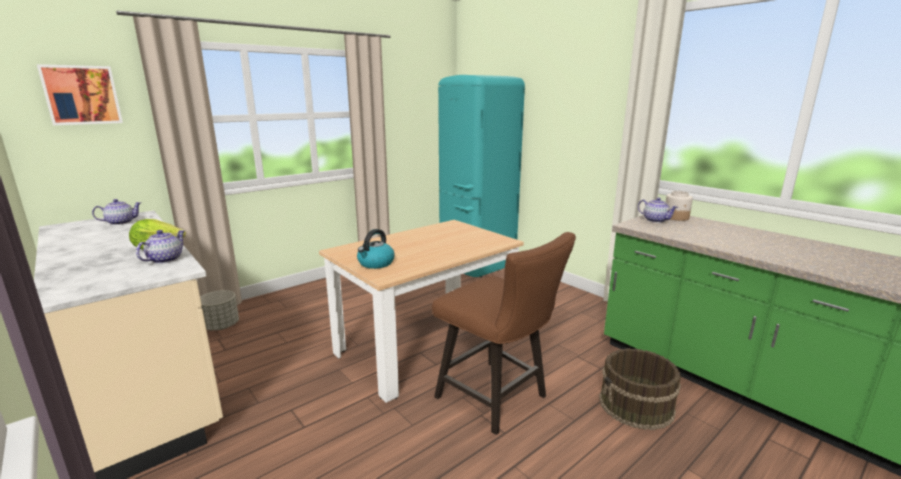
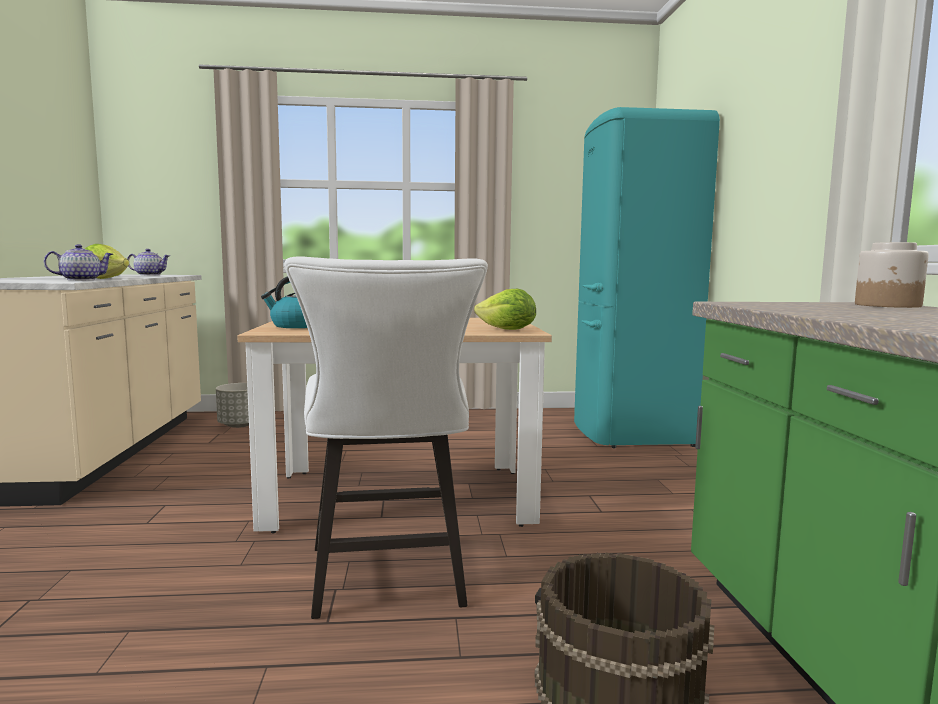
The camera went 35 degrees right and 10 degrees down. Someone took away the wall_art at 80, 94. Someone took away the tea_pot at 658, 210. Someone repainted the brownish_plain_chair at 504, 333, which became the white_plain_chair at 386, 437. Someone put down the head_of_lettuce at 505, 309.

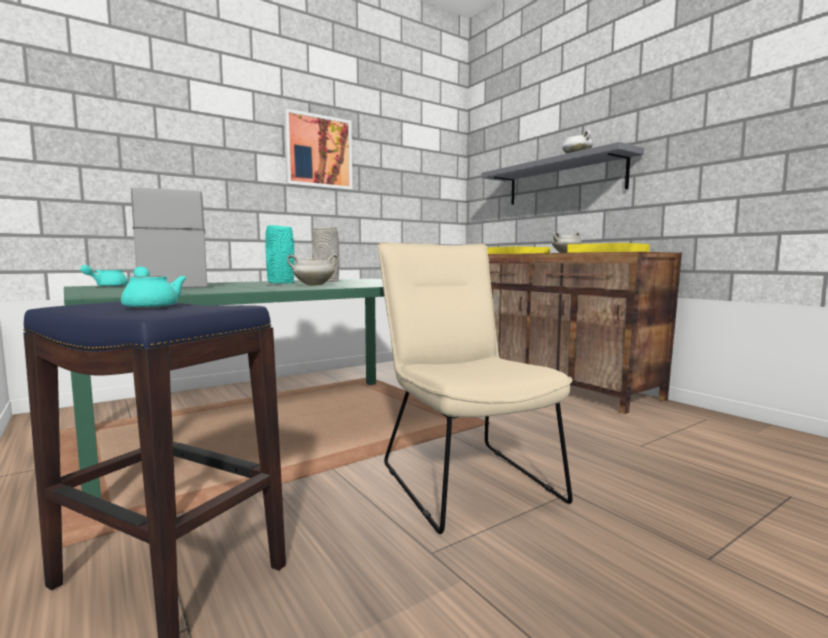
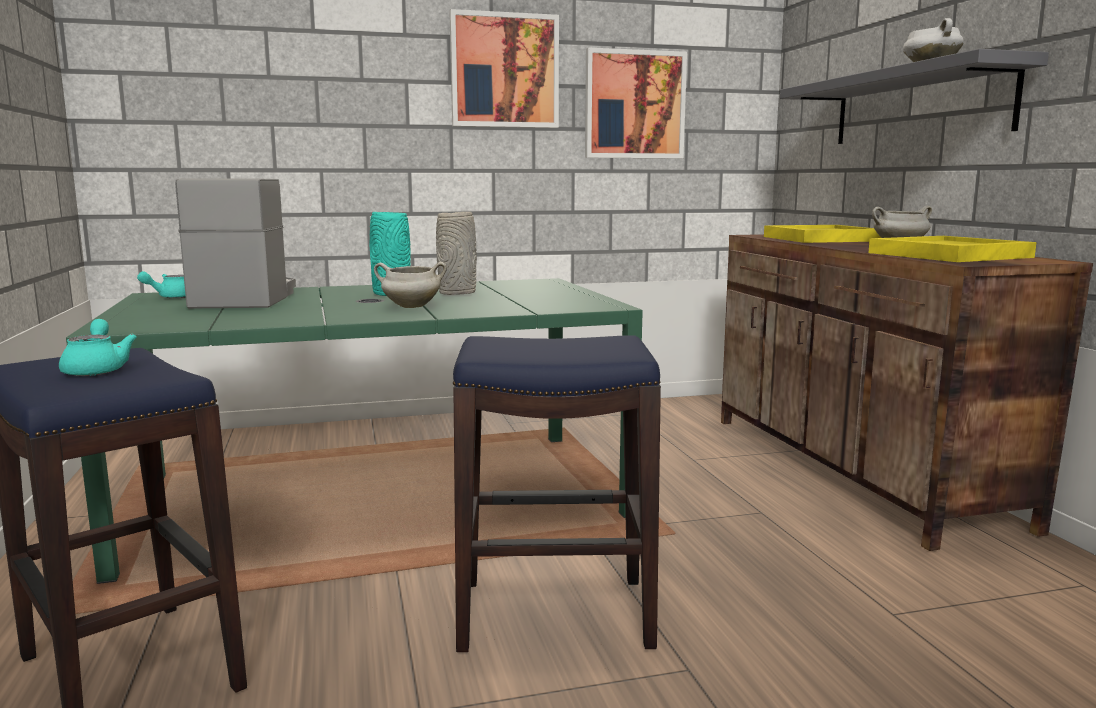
The camera went 20 degrees right and 5 degrees up. Someone swapped the beige_plain_chair at 475, 388 for the sitting_stool at 557, 493. Someone put up the wall_art at 636, 103.

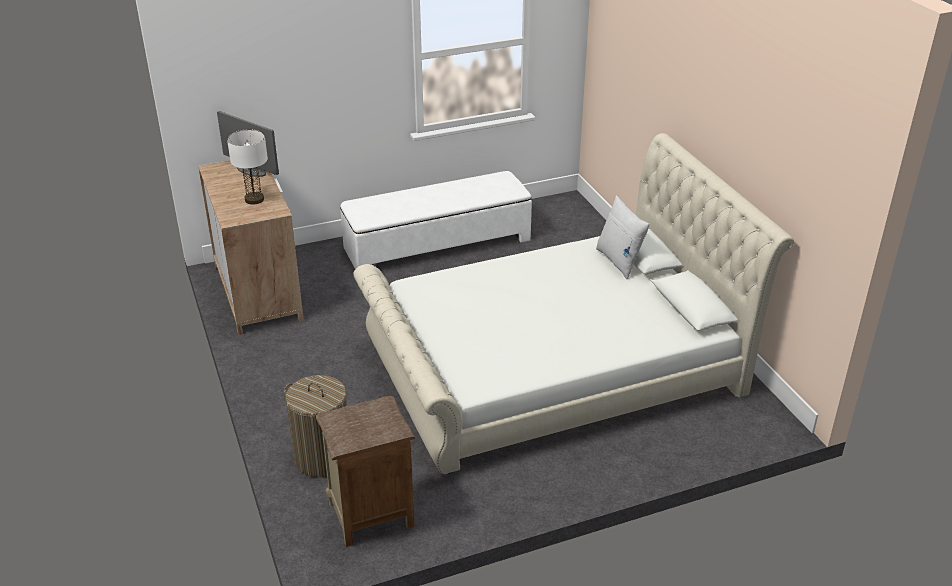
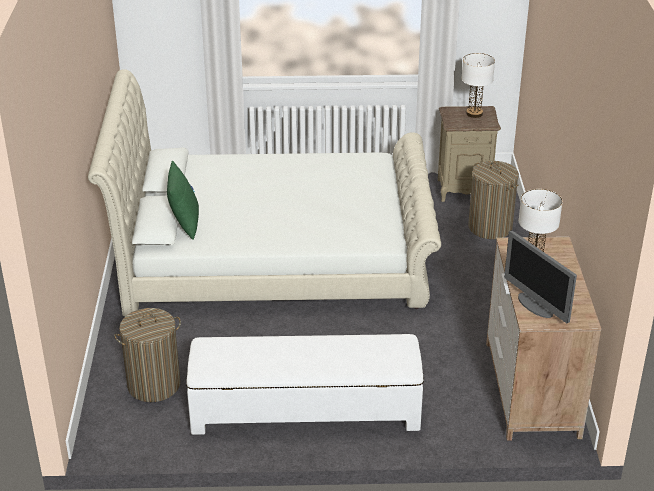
The camera went 160 degrees left and 0 degrees up. Someone repainted the grey_cushion at 622, 237, which became the green_cushion at 183, 200. Someone put down the lamp_for_a_table at 478, 85. Someone put down the laundry_basket at 147, 355.

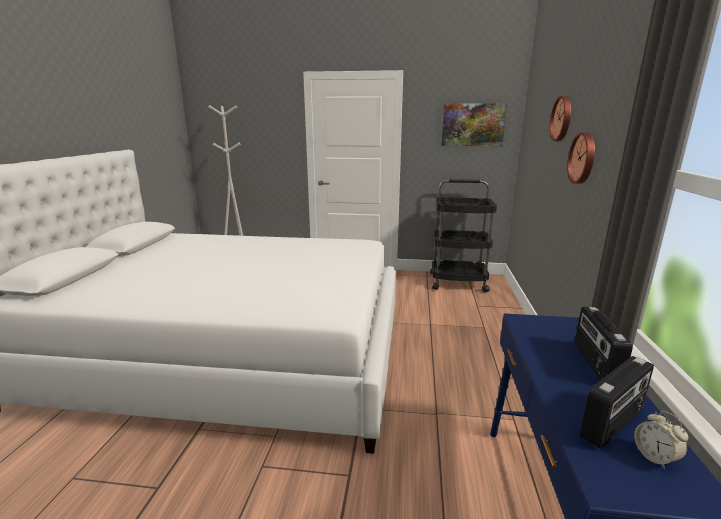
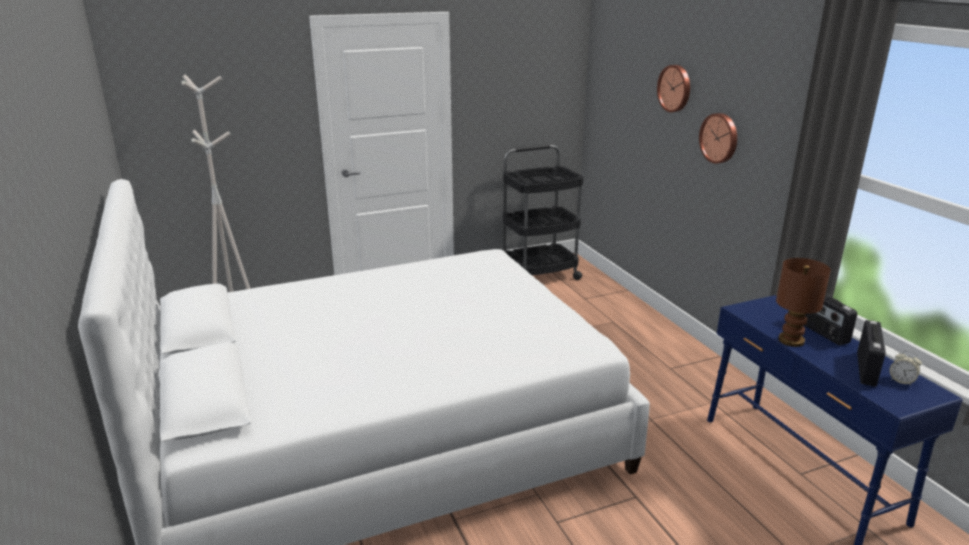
The camera went 30 degrees left and 5 degrees up. Someone took away the wall_art at 474, 124. Someone put down the brownish_lamp_for_a_table at 803, 302.

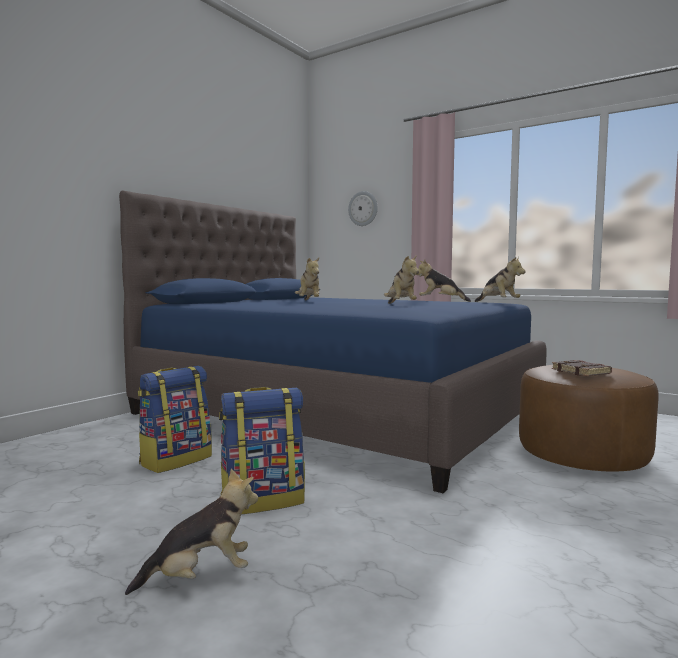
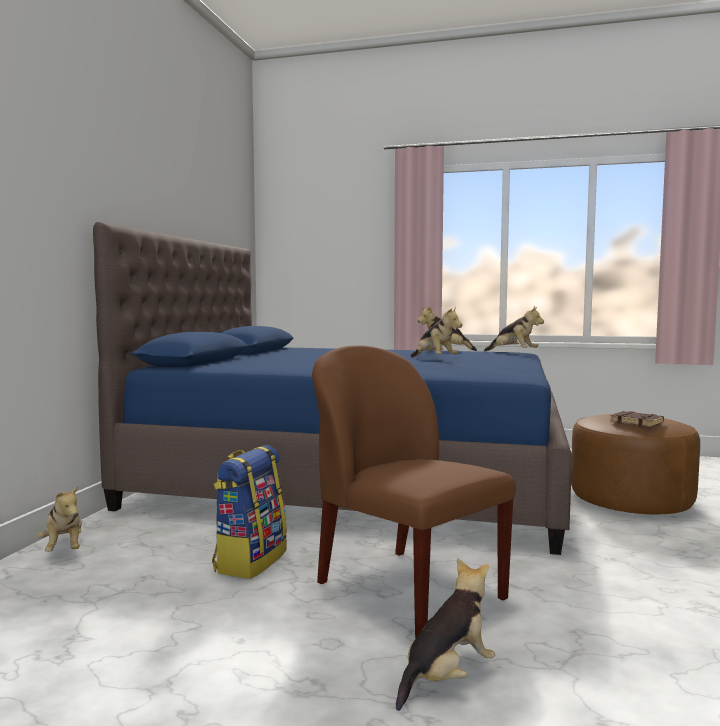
The camera went 20 degrees left and 0 degrees up. Someone took away the wall_clock at 363, 208. Someone carried the cuddly_toy from 307, 279 to 60, 518. Someone swapped the knapsack at 262, 451 for the brownish_plain_chair at 414, 492.

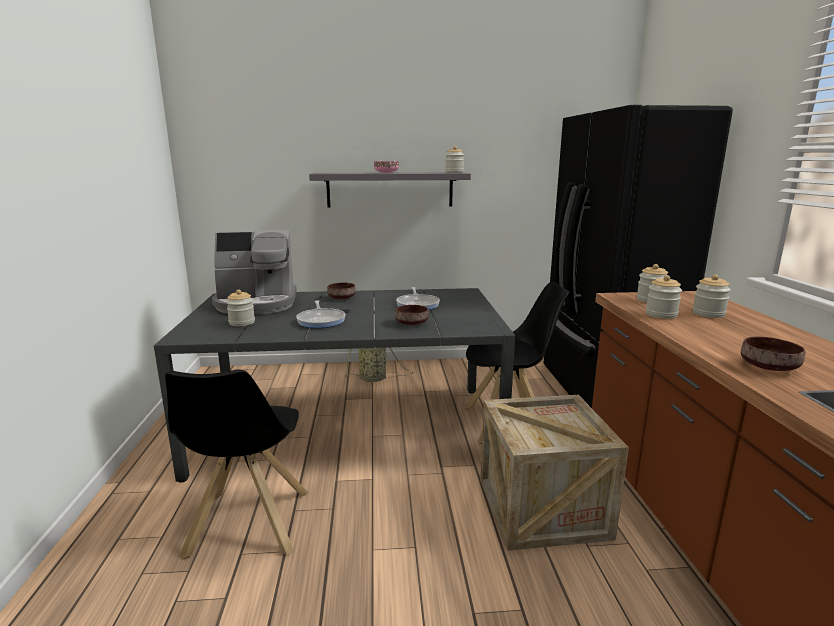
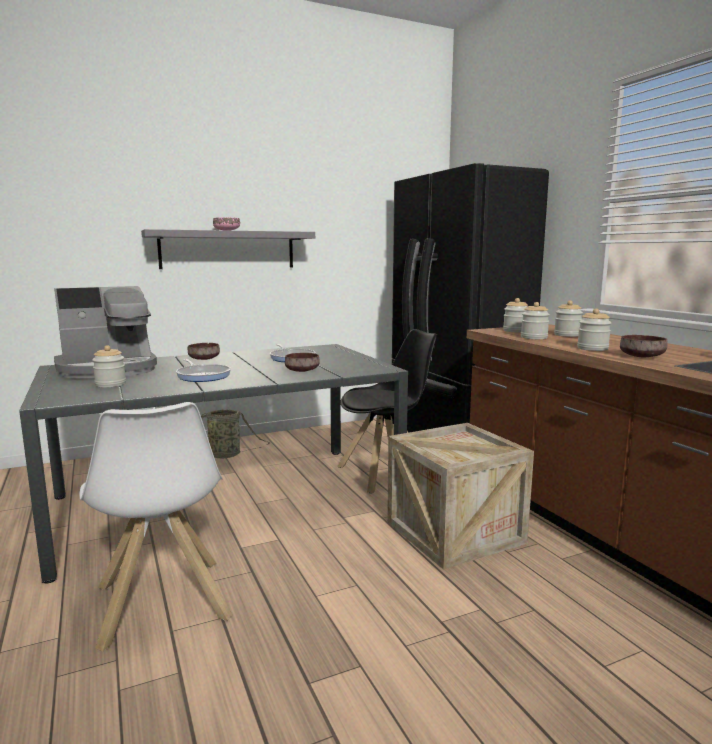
The camera went 20 degrees left and 5 degrees down. Someone carried the preserve_jar from 454, 159 to 594, 330. Someone repainted the black_plain_chair at 236, 465, which became the white_plain_chair at 156, 526.

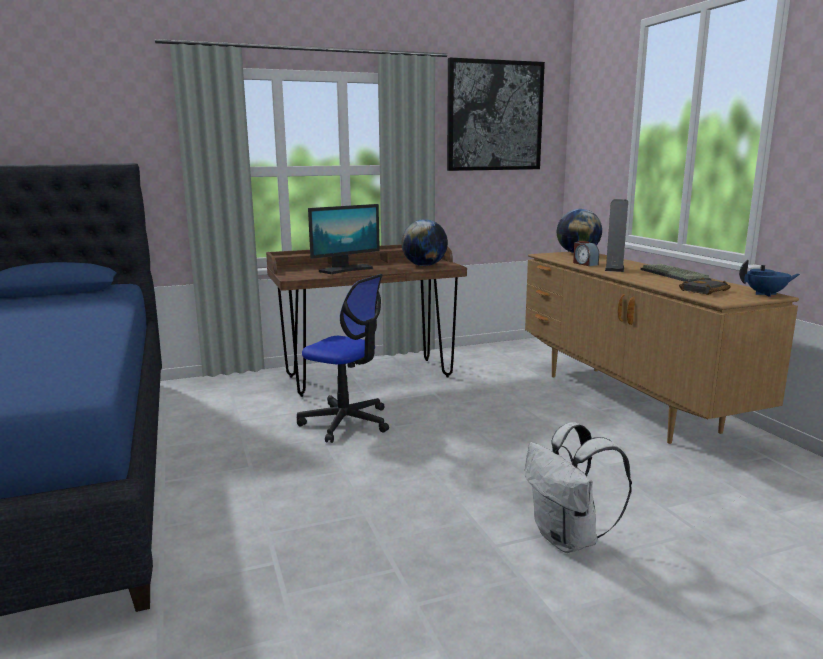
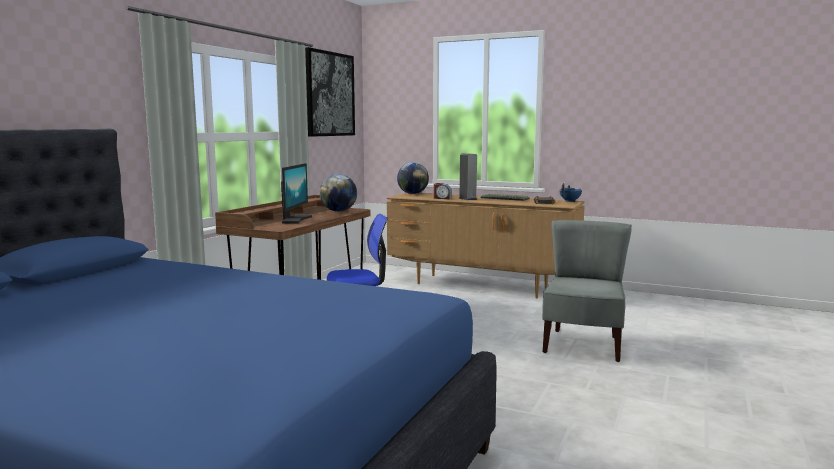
The camera went 45 degrees left and 5 degrees down. Someone swapped the white_knapsack at 578, 487 for the grey_plain_chair at 587, 291.

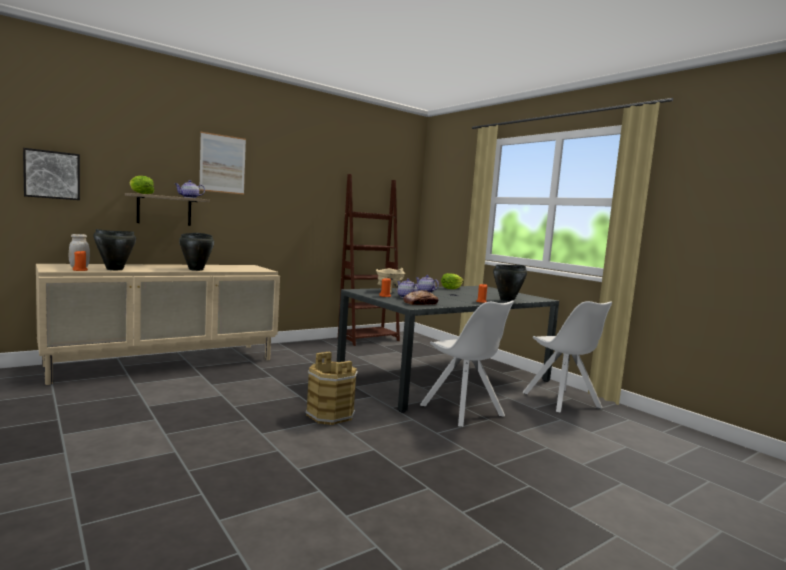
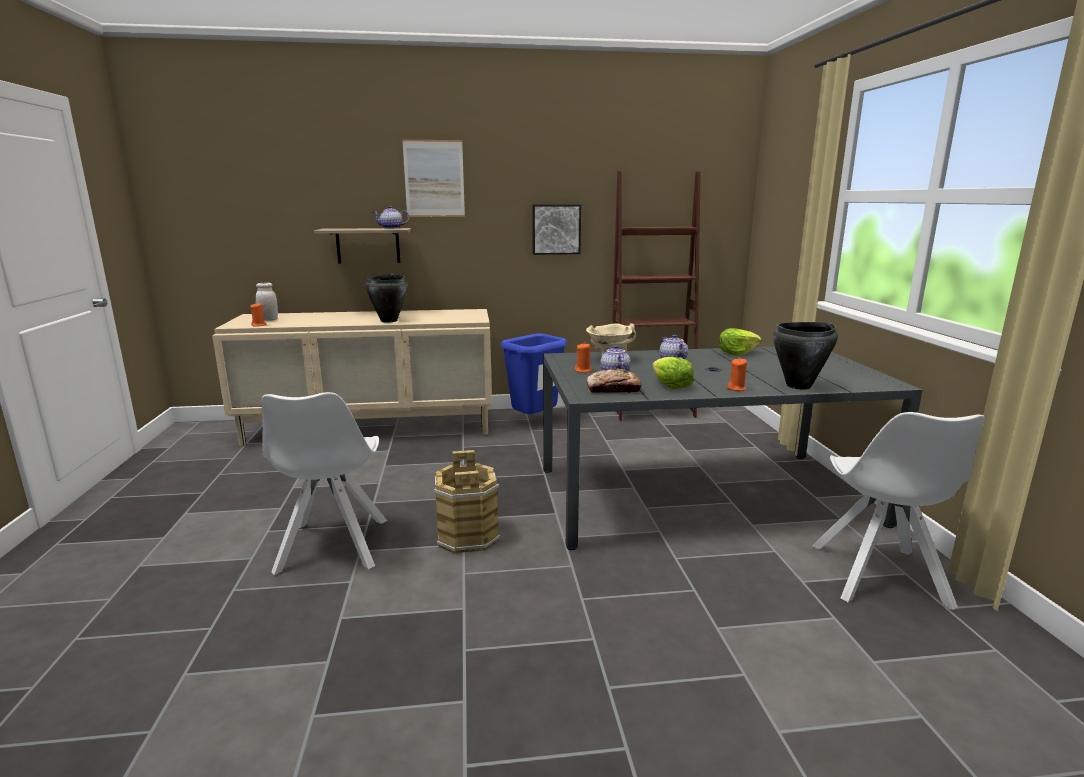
The camera went 30 degrees right and 10 degrees up. Someone carried the wall_art from 51, 174 to 556, 229. Someone carried the head_of_lettuce from 142, 185 to 673, 373. Someone took away the black_saucepot at 115, 249. Someone carried the white_plain_chair from 467, 364 to 324, 483. Someone put down the blue_waste_bin at 534, 377.

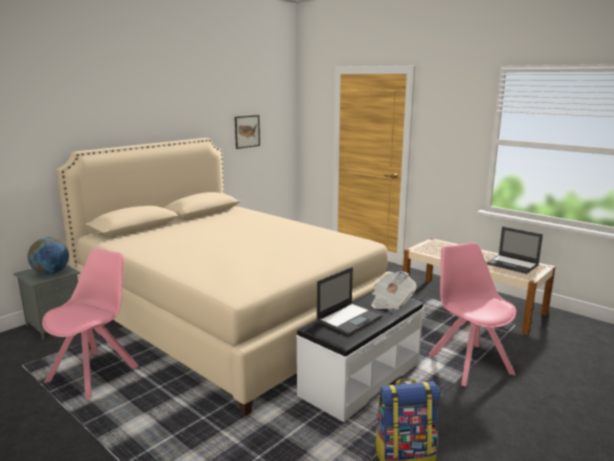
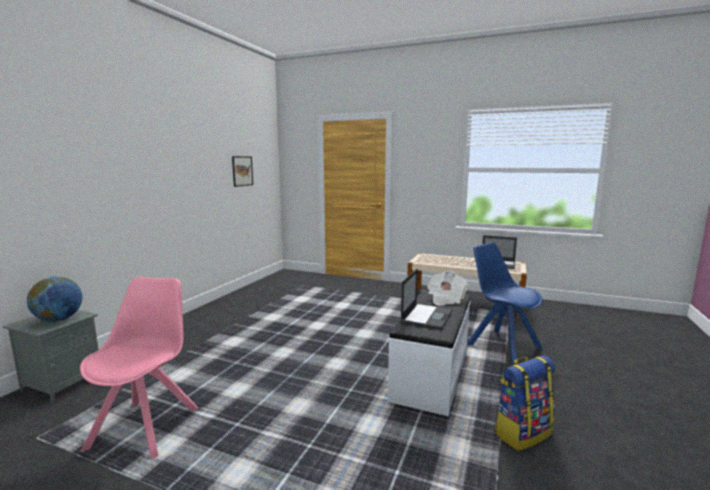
The camera went 20 degrees left and 5 degrees down. Someone took away the beige_sleeping_bed at 224, 277. Someone repainted the pinkish_plain_chair at 472, 314, which became the blue_plain_chair at 505, 303.

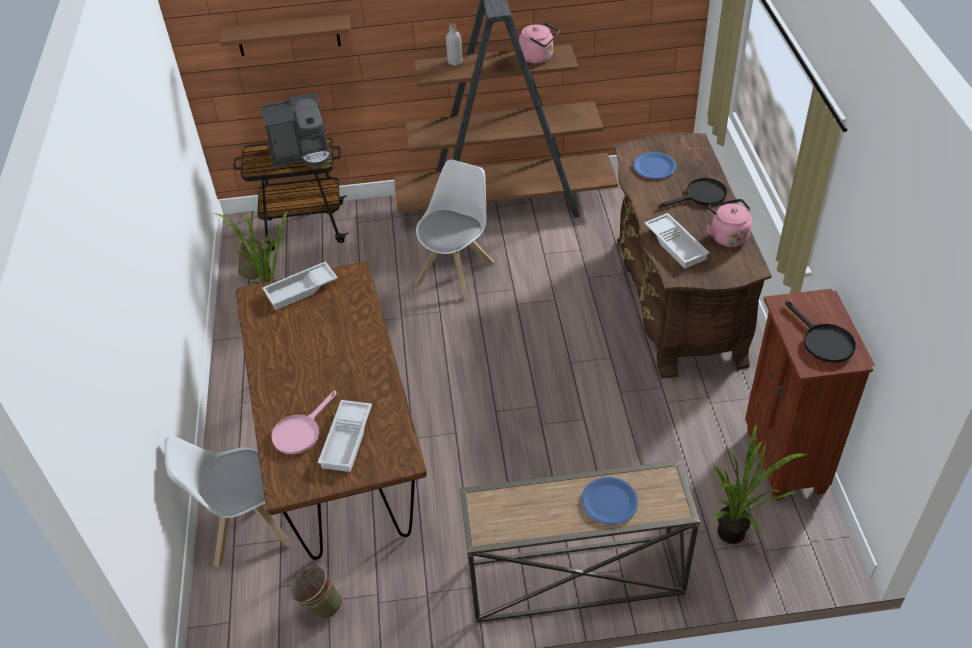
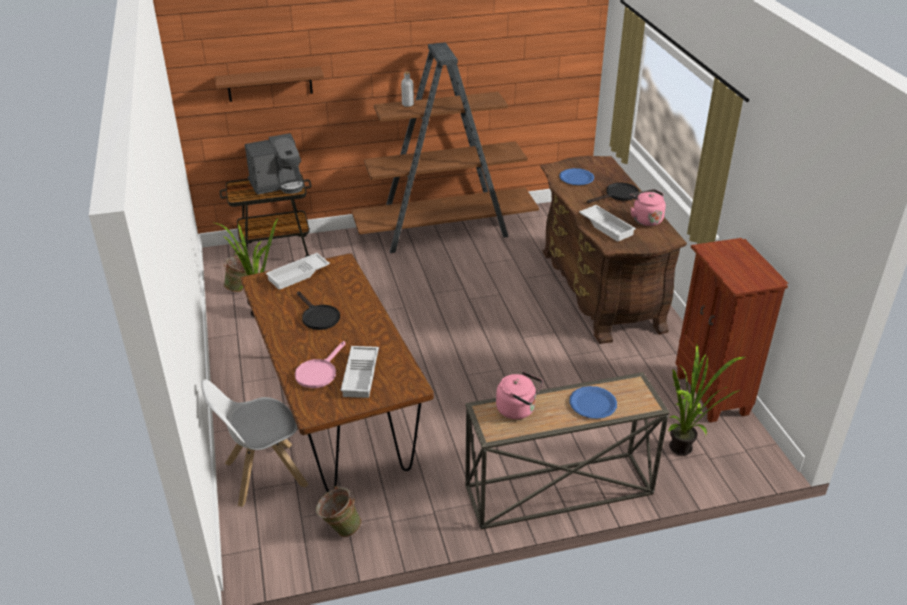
The camera went 10 degrees left and 10 degrees down. Someone carried the pinkish_tea_kettle from 539, 42 to 519, 395. Someone took away the plain_chair at 454, 230. Someone carried the black_pan from 820, 331 to 318, 310.

